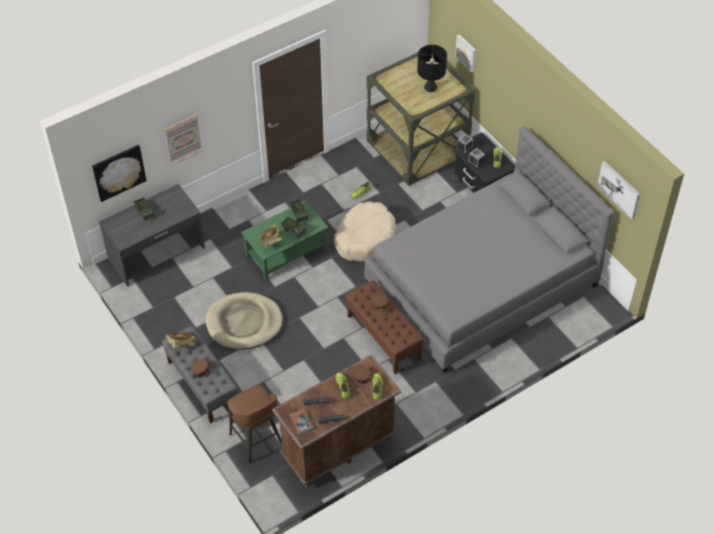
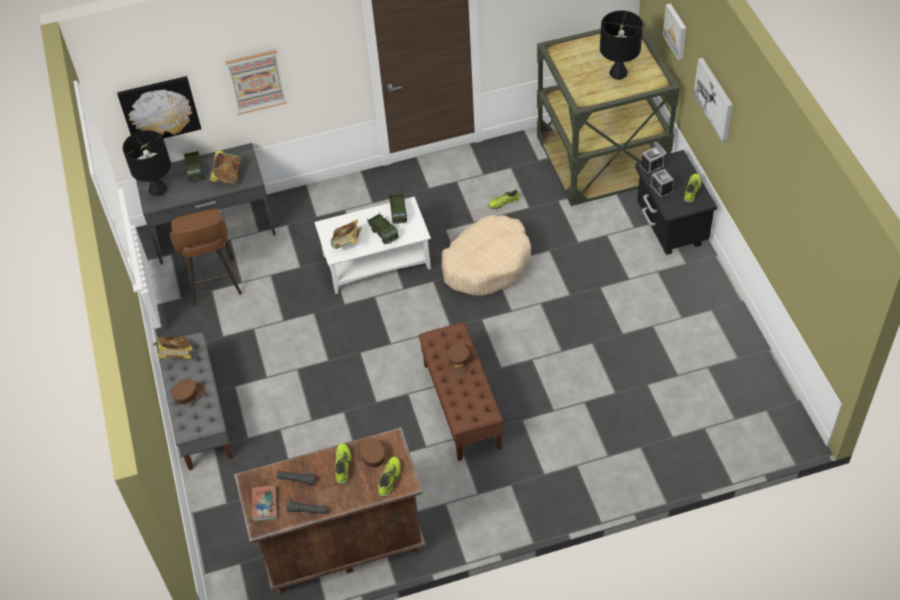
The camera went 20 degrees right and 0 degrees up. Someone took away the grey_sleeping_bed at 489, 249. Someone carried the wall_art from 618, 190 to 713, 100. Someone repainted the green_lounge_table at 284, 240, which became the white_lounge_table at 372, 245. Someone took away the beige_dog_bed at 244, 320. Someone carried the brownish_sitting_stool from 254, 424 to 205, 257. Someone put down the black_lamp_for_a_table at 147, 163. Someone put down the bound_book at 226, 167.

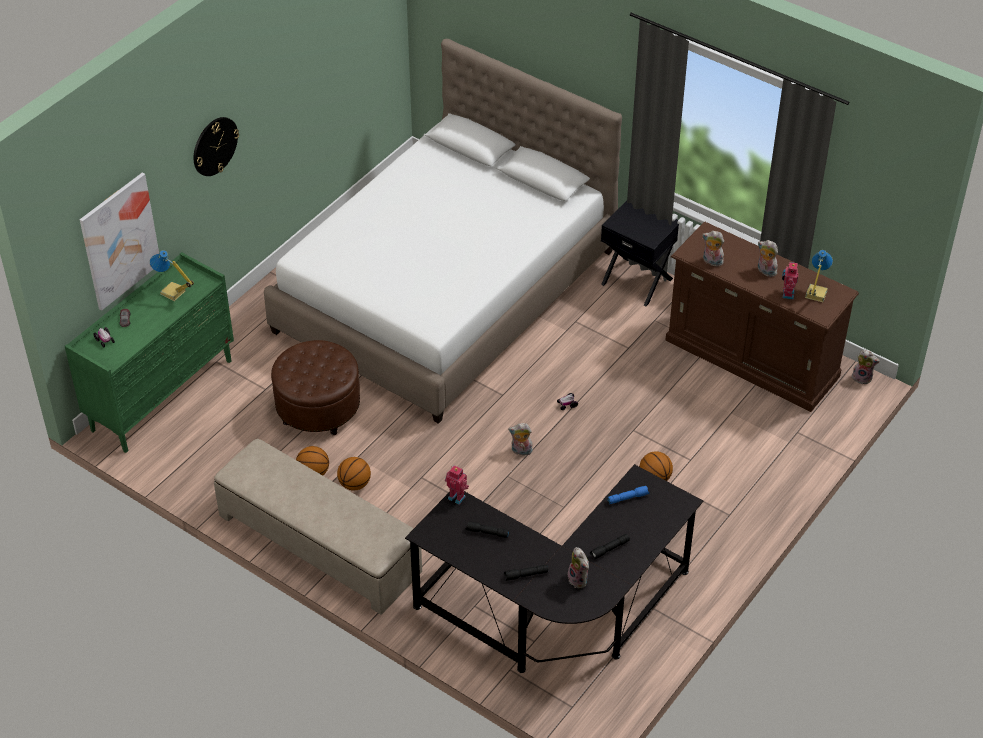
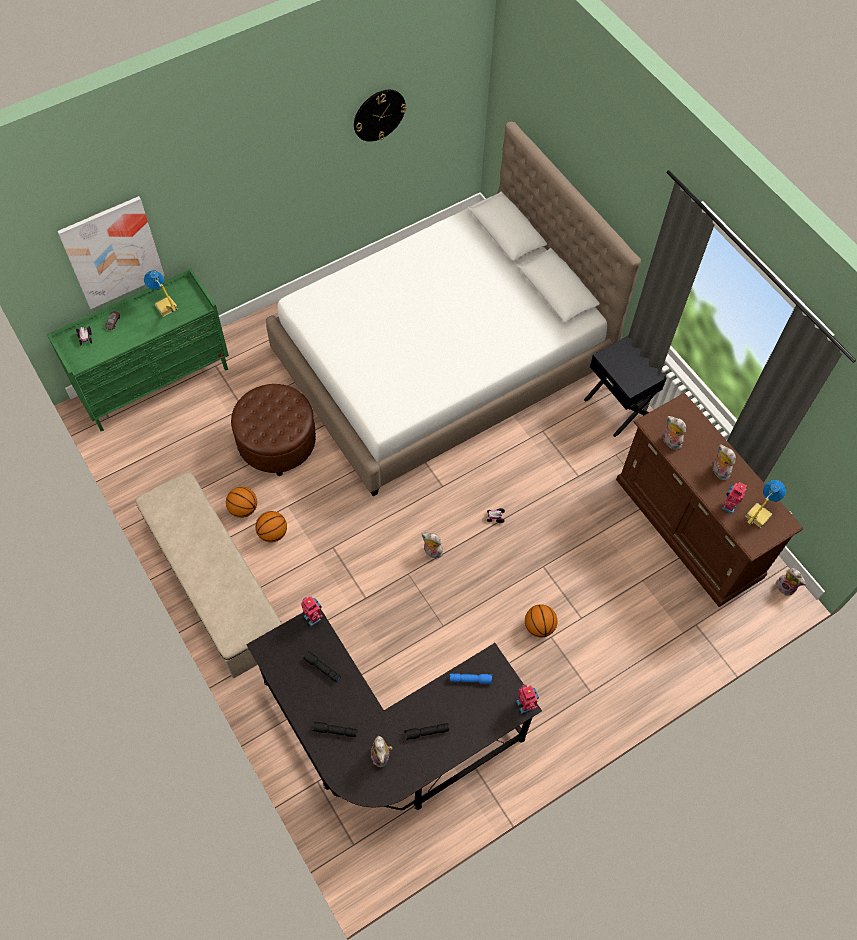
The camera went 20 degrees right and 15 degrees up. Someone carried the wall_clock from 216, 146 to 380, 116. Someone put down the toy_robot at 527, 699.

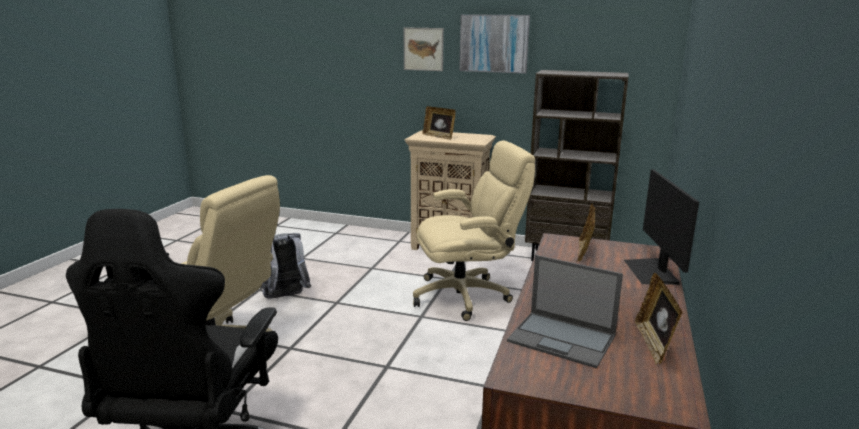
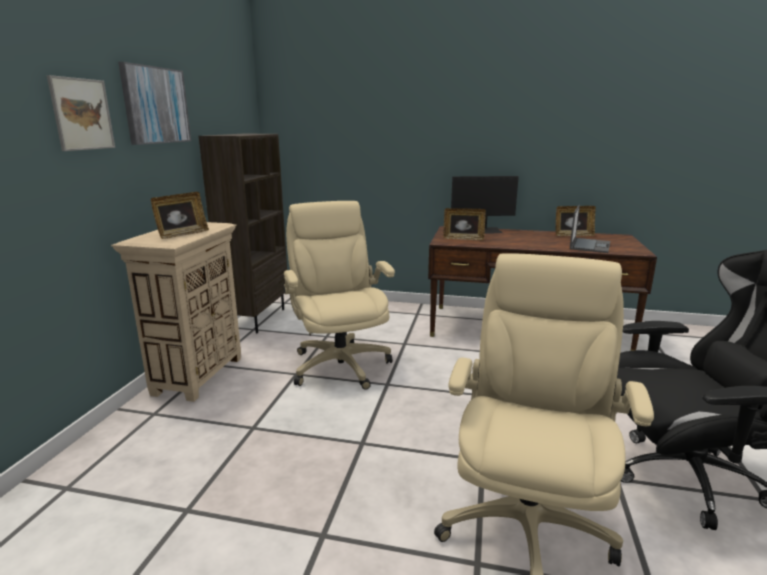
The camera went 95 degrees left and 0 degrees up. Someone took away the grey_knapsack at 285, 266.

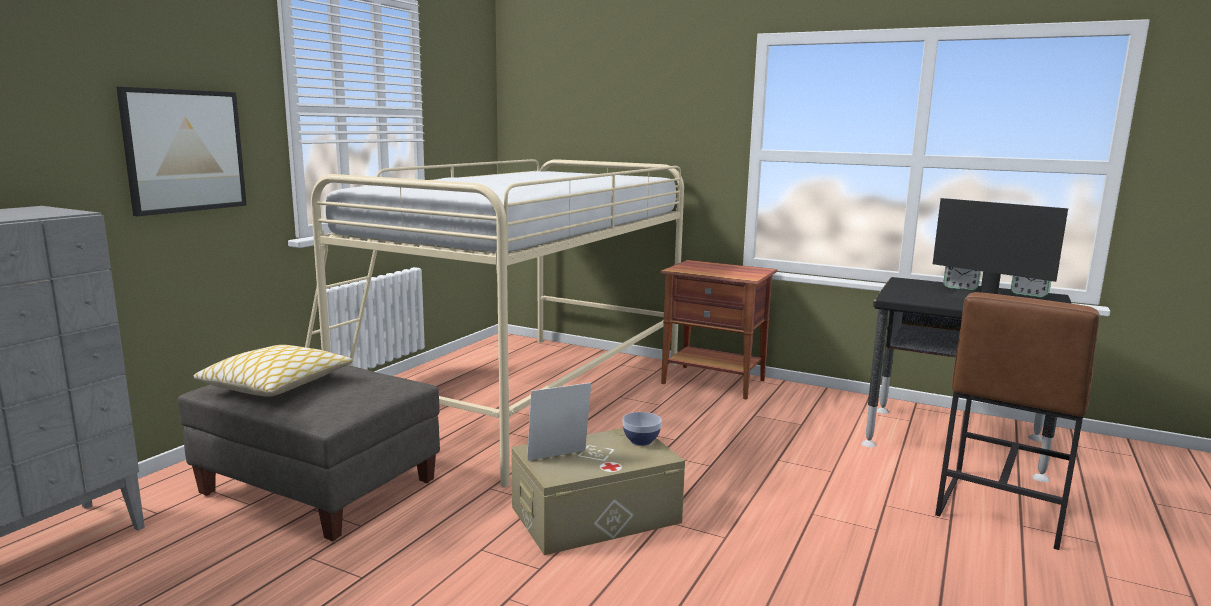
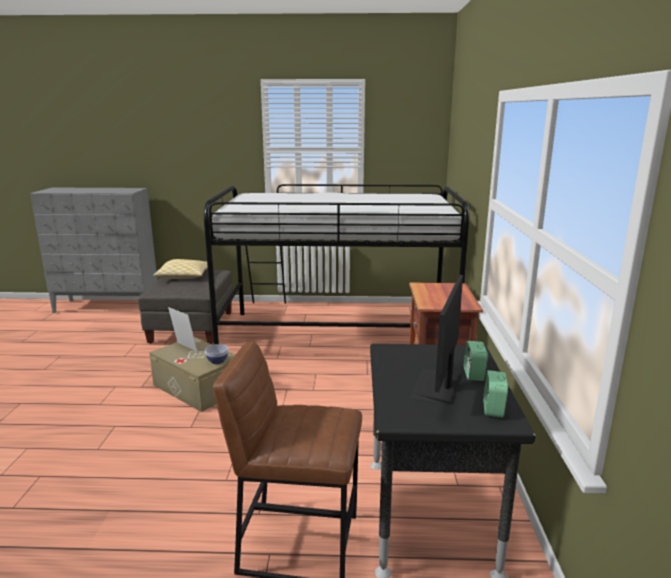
The camera went 65 degrees right and 5 degrees up. Someone took away the wall_art at 182, 151. Someone repainted the beige_sleeping_bed at 494, 323, which became the black_sleeping_bed at 337, 264.

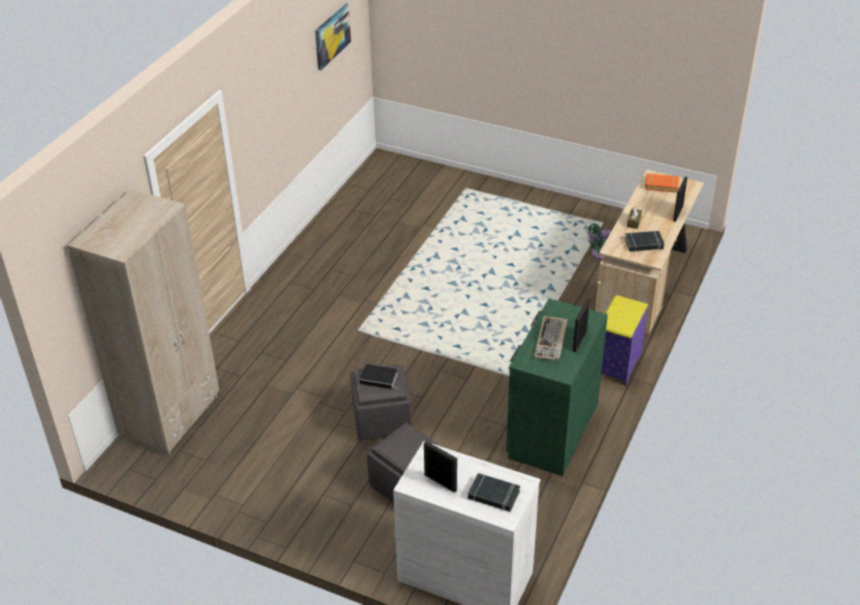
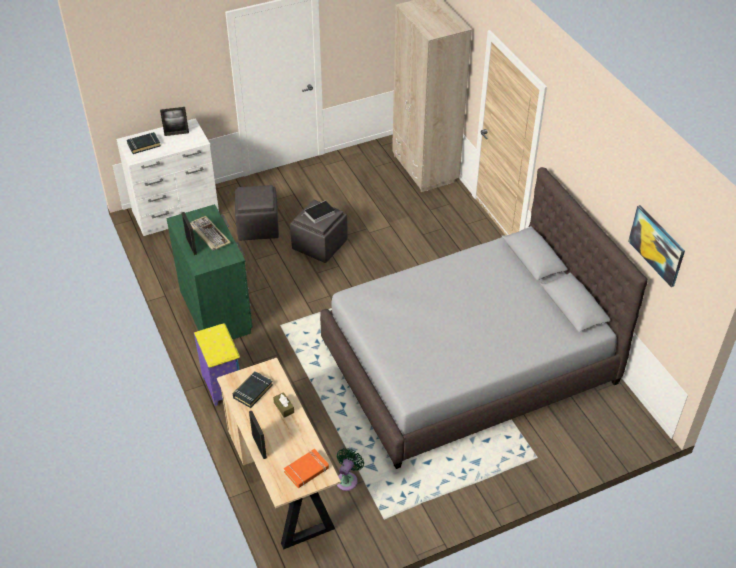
The camera went 130 degrees right and 5 degrees up. Someone put down the grey_sleeping_bed at 484, 318.

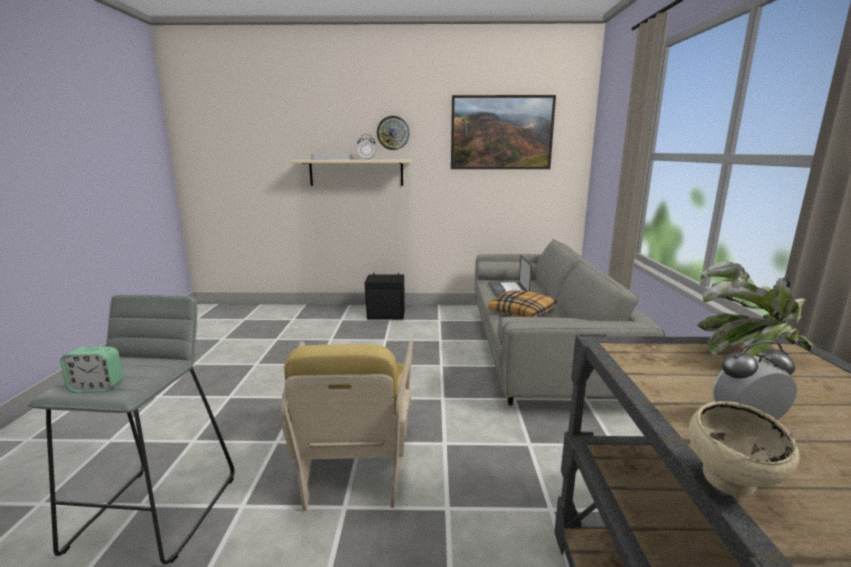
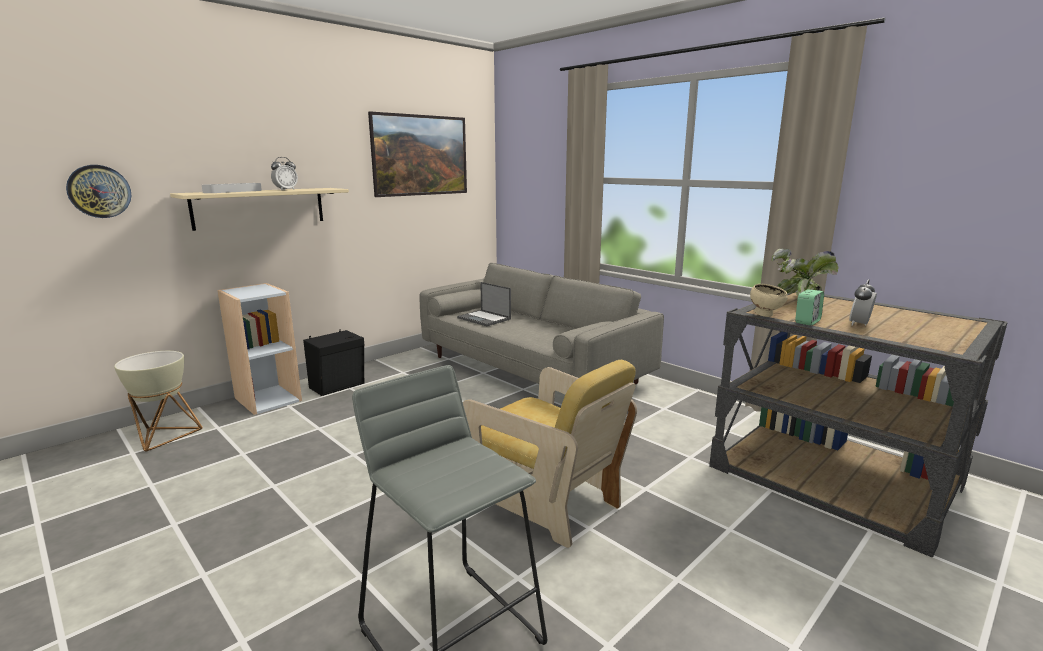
The camera went 45 degrees left and 0 degrees up. Someone carried the wall_clock from 393, 133 to 98, 191. Someone took away the cushion at 522, 303. Someone carried the table_clock from 91, 369 to 809, 308. Someone carried the beige_serving_bowl from 744, 449 to 769, 300. Someone put down the shelving_unit at 259, 349. Someone put down the planter at 158, 401.

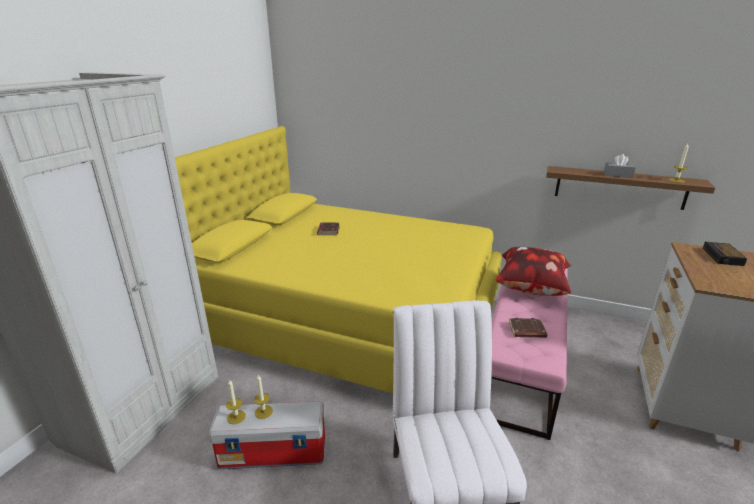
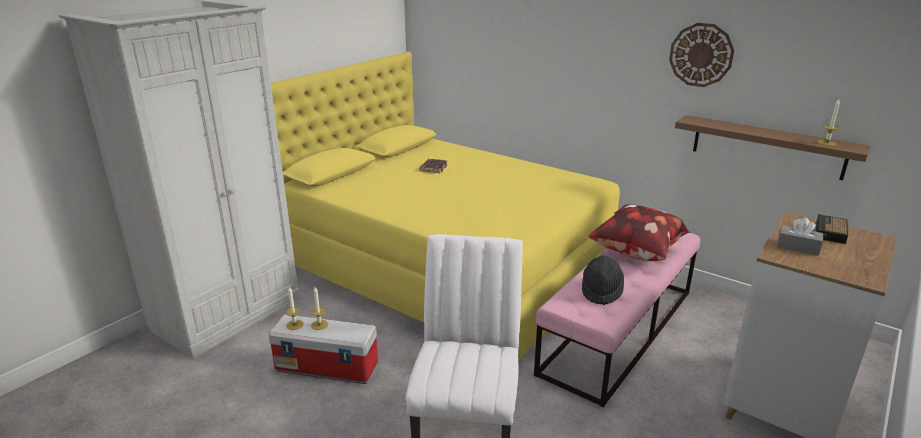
The camera went 15 degrees right and 0 degrees up. Someone carried the grey_tissue_box from 620, 166 to 800, 237. Someone swapped the brownish_bound_book at 528, 328 for the black_clothing_hat at 603, 280. Someone put up the wall_clock at 701, 55.

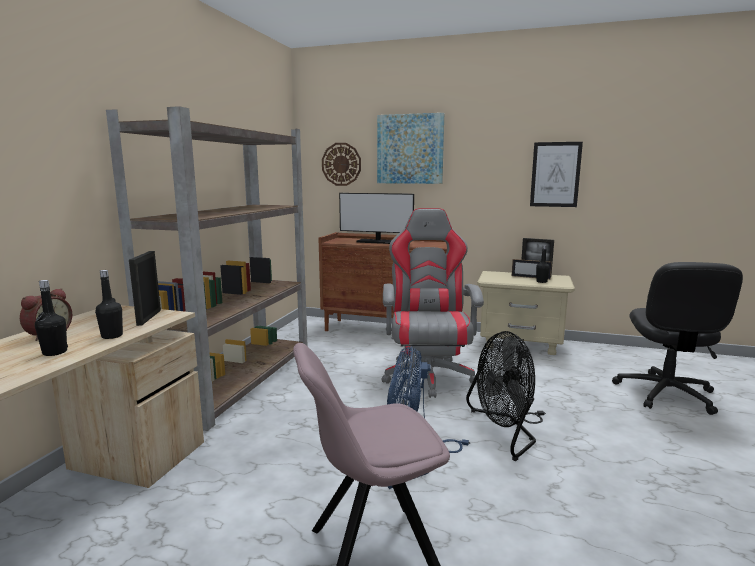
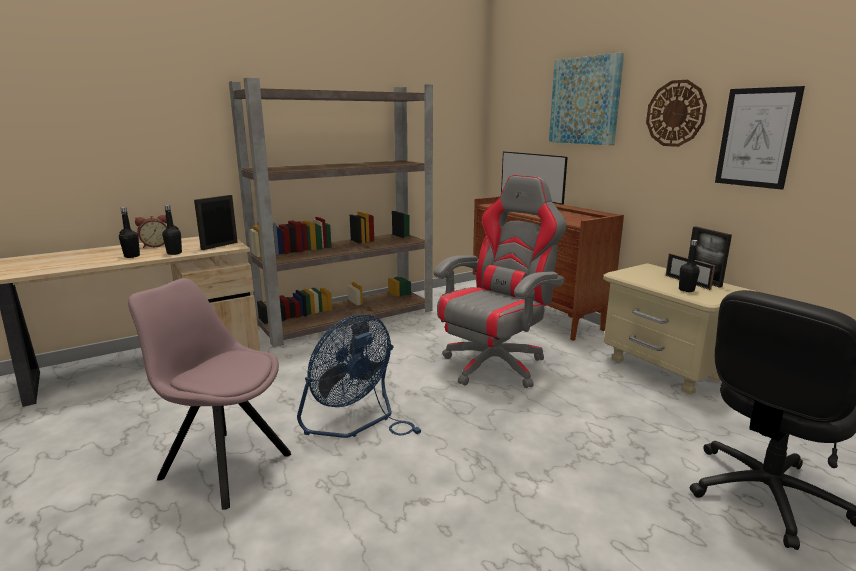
The camera went 40 degrees right and 5 degrees up. Someone carried the wall_clock from 341, 164 to 676, 113. Someone took away the black_electric_fan at 505, 396.

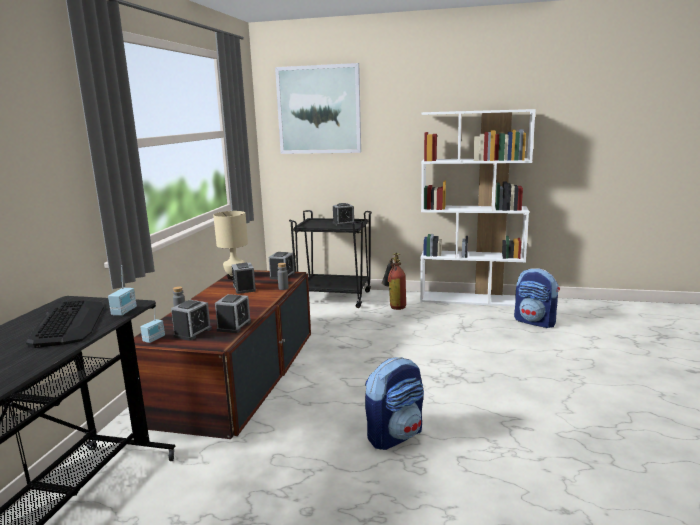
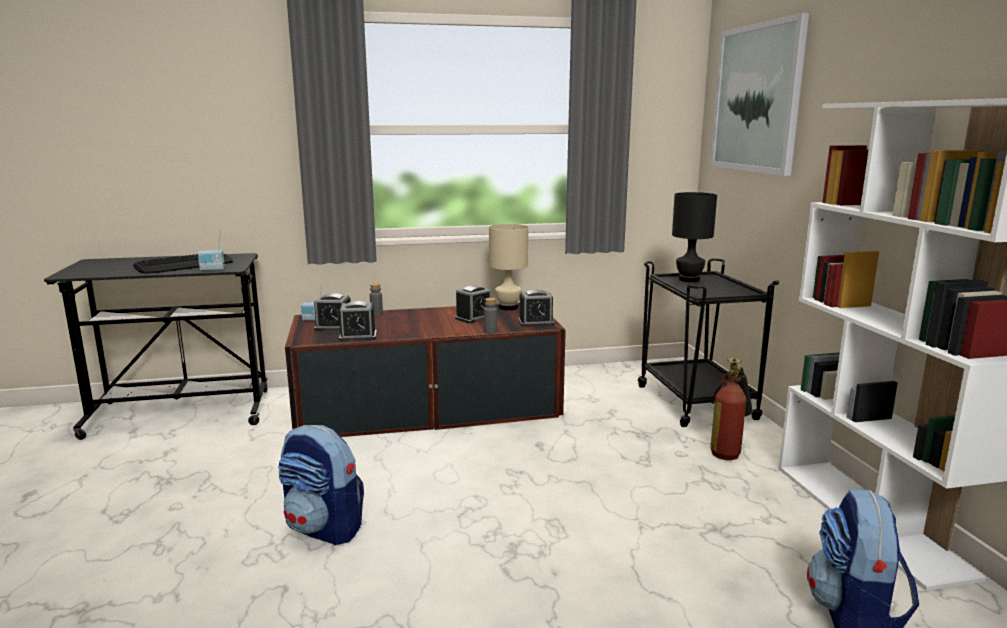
The camera went 65 degrees right and 0 degrees up. Someone took away the table_clock at 343, 214. Someone put down the black_lamp_for_a_table at 694, 237.

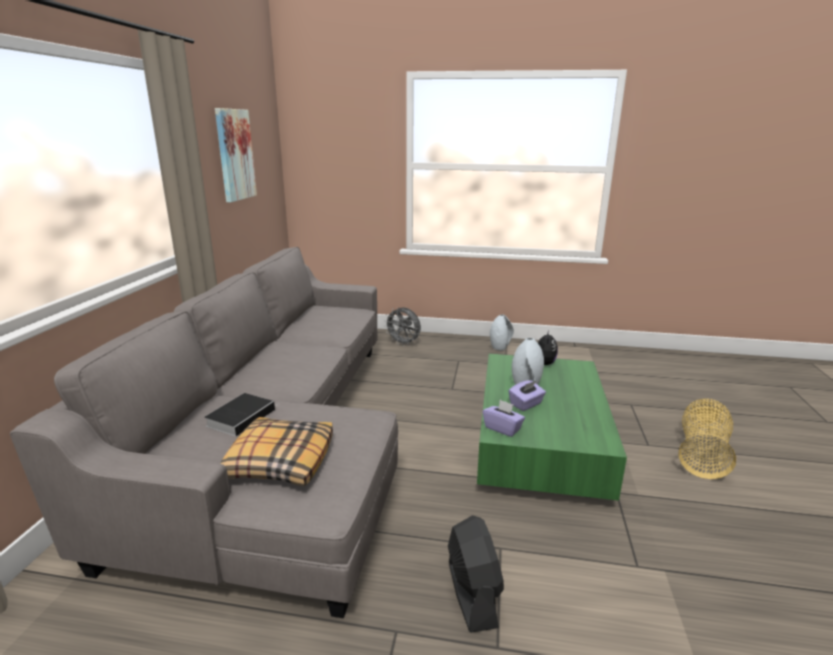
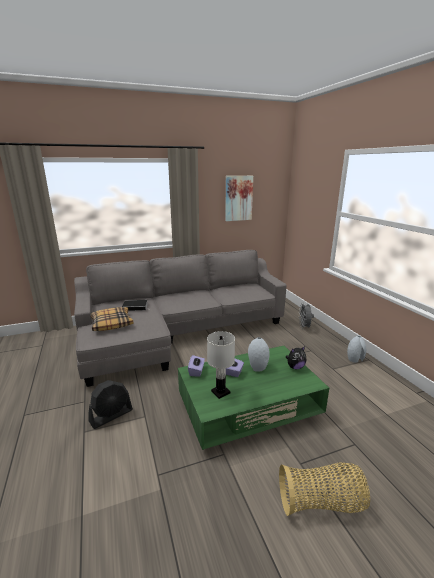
The camera went 60 degrees right and 0 degrees up. Someone put down the white_lamp_for_a_table at 221, 365.

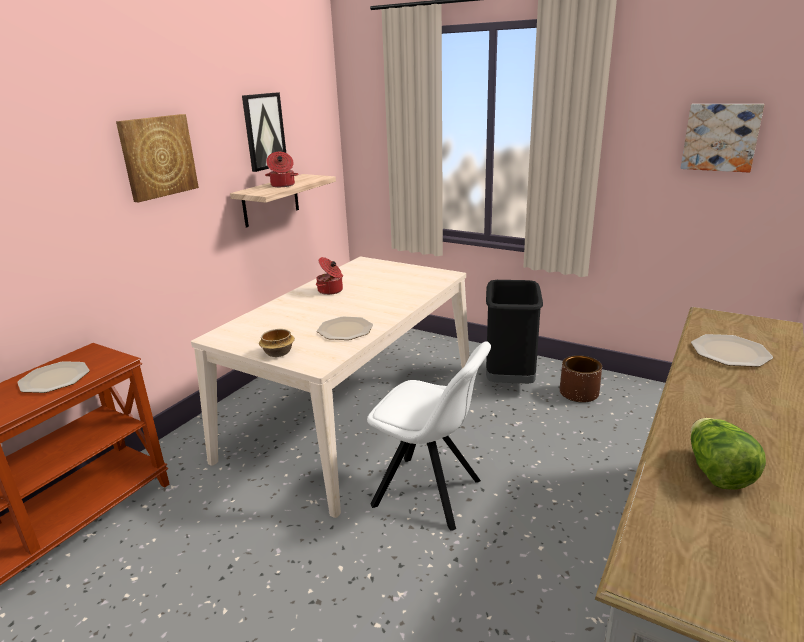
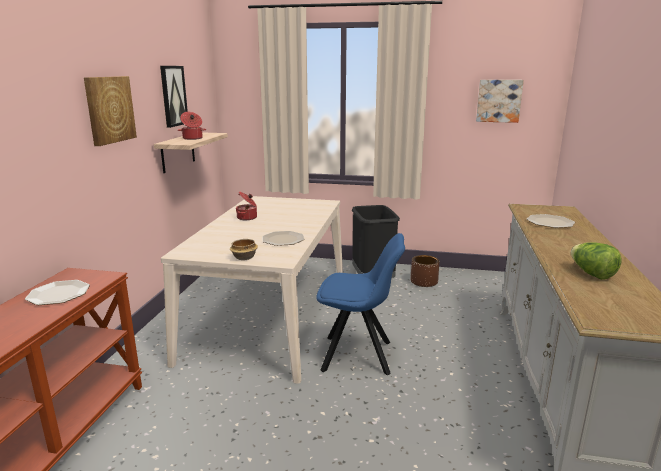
The camera went 20 degrees left and 5 degrees down. Someone repainted the white_plain_chair at 429, 436, which became the blue_plain_chair at 361, 304.

